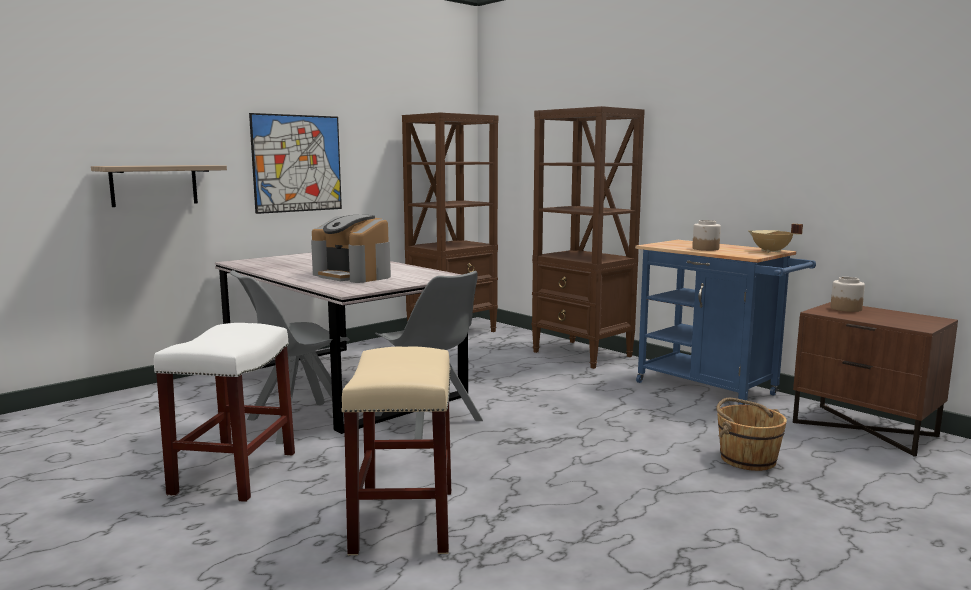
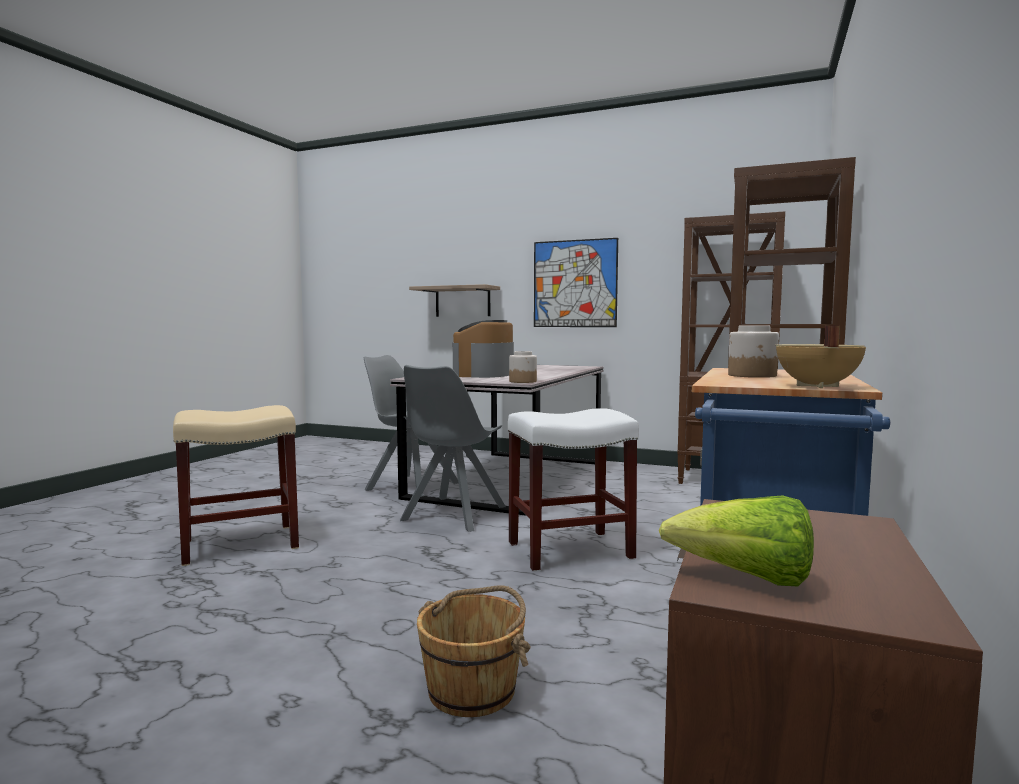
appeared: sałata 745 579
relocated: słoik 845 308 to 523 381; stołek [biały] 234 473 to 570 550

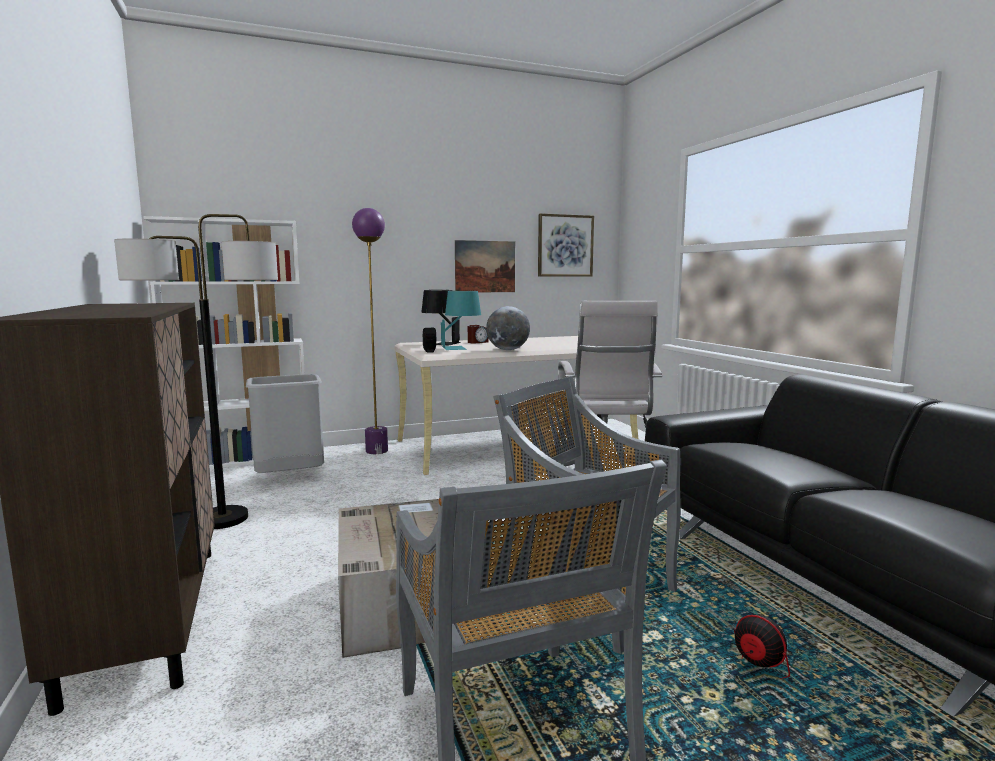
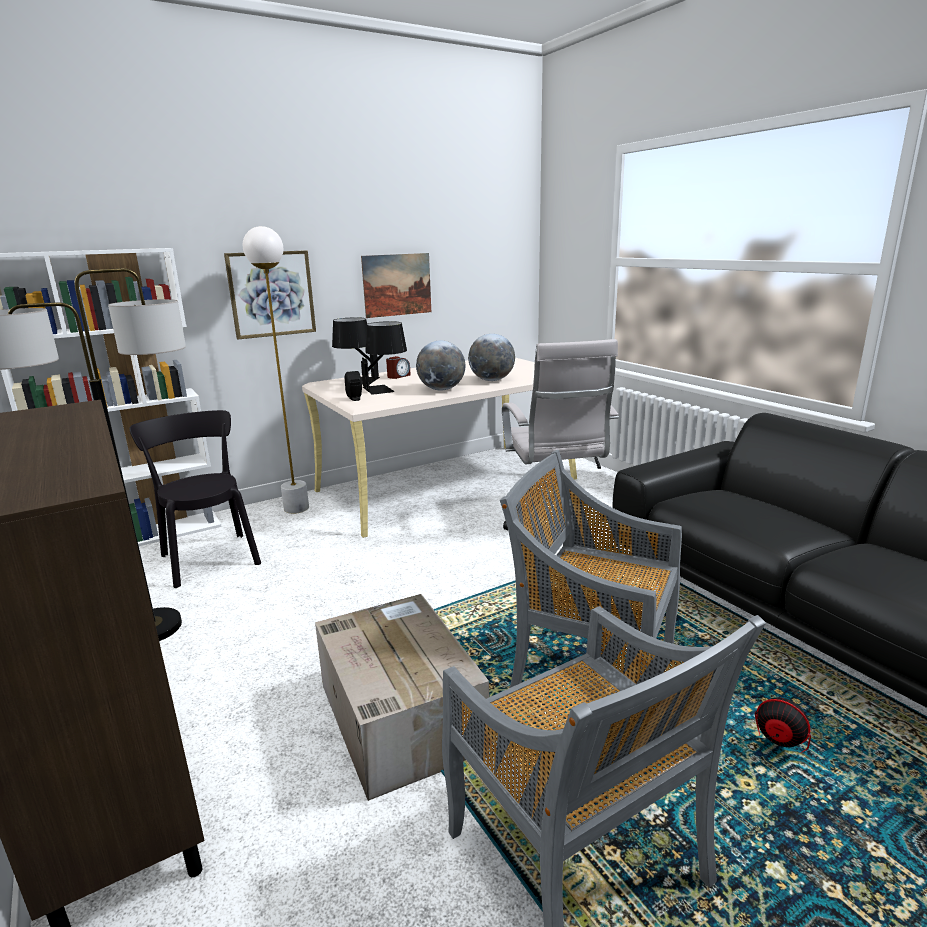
appeared: globus 491 380
relocated: obraz 565 246 to 271 294
exchanged: kosz na śmieci [szary] 290 477 to krzesło [czarny] 209 557
colour: lampa stojąca [fioletowy] 376 451 to lampa stojąca [biały] 296 508; lampa stołowa [turkusowy] 461 347 to lampa stołowa [czarny] 386 388

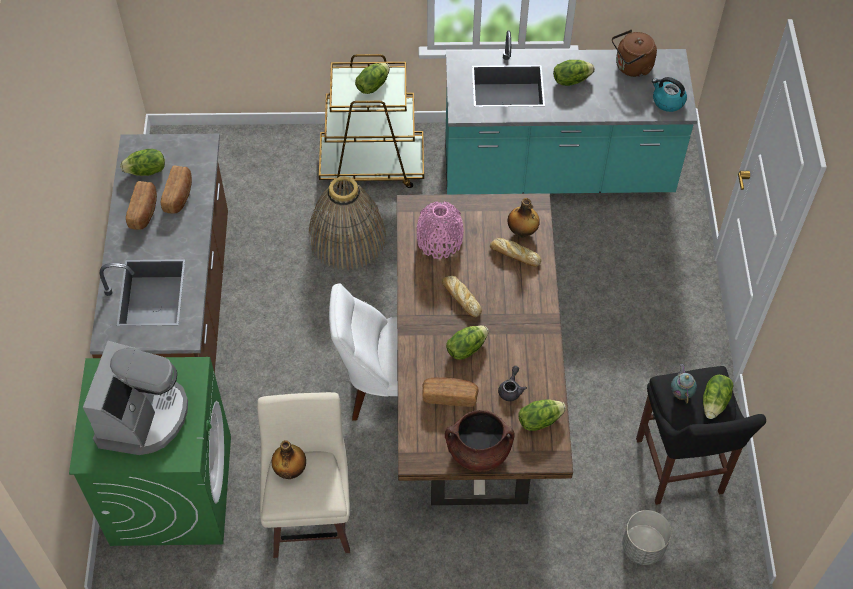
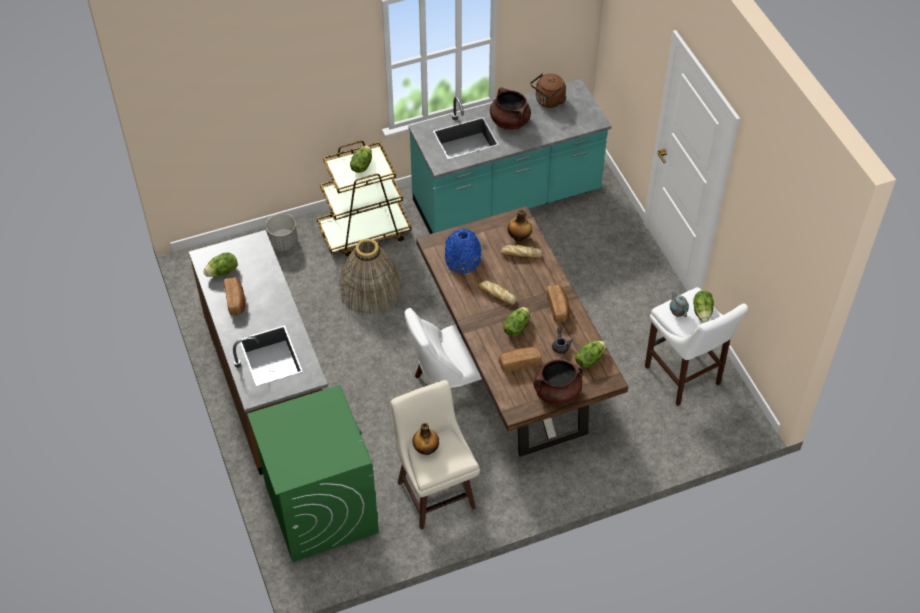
missing: czajnik 667 101; ekspres do kawy 143 416
relocated: chleb 179 196 to 558 308; donica [szary] 643 547 to 283 243
exchanged: sałata 571 80 to garnek [brązowy] 509 121
colour: wazon [różowy] 439 240 to wazon [niebieski] 462 260; stołek [czarny] 680 470 to stołek [biały] 684 378

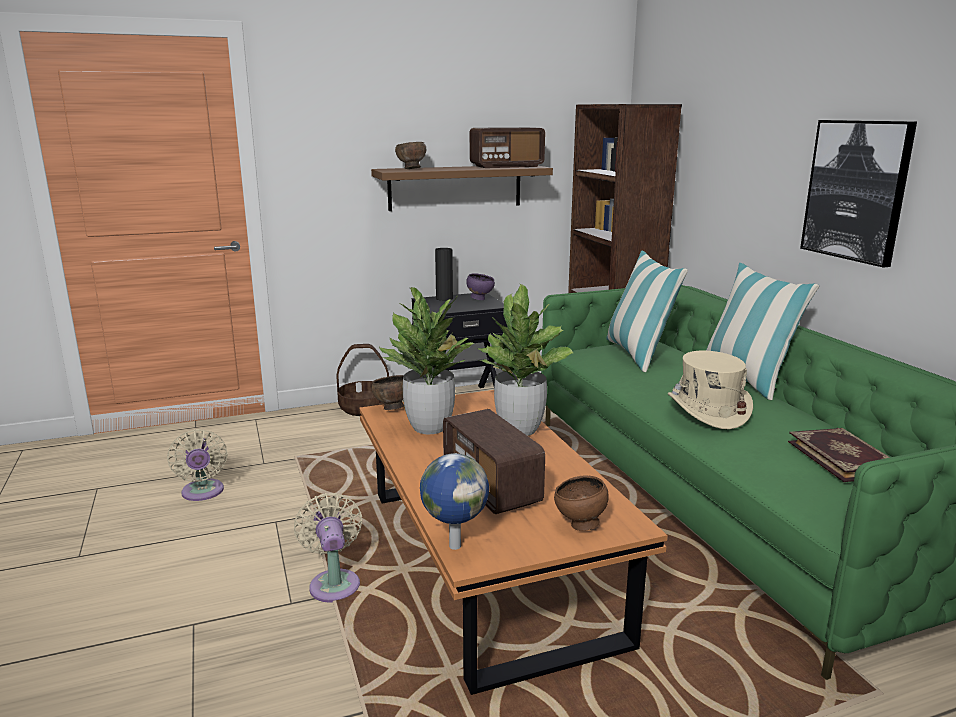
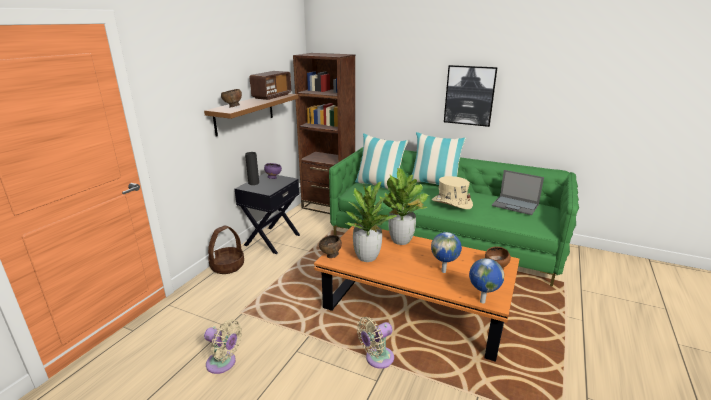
exchanged: radio 491 488 to globus 444 271; książka 844 458 to laptop 515 205
spun: wentylator [beżowy] 334 582 = 377 359 60 degrees counterclockwise

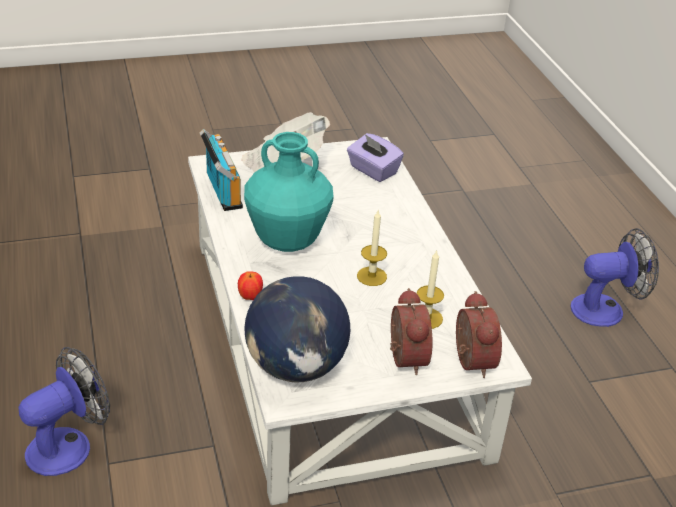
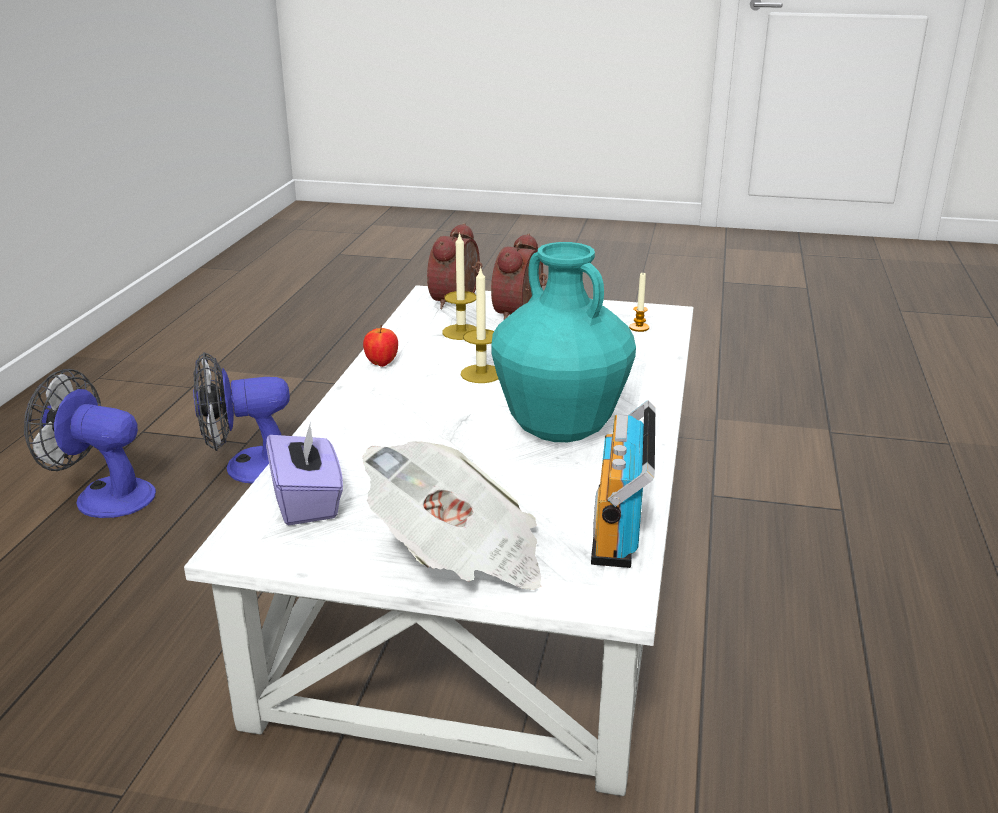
relocated: jabłko 250 297 to 381 363; wentylator 69 445 to 248 467
exchanged: globus 296 367 to świeca 639 328

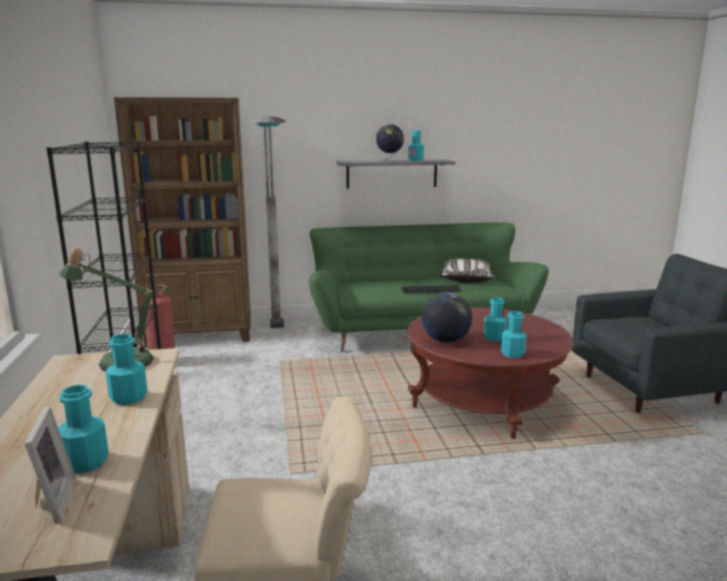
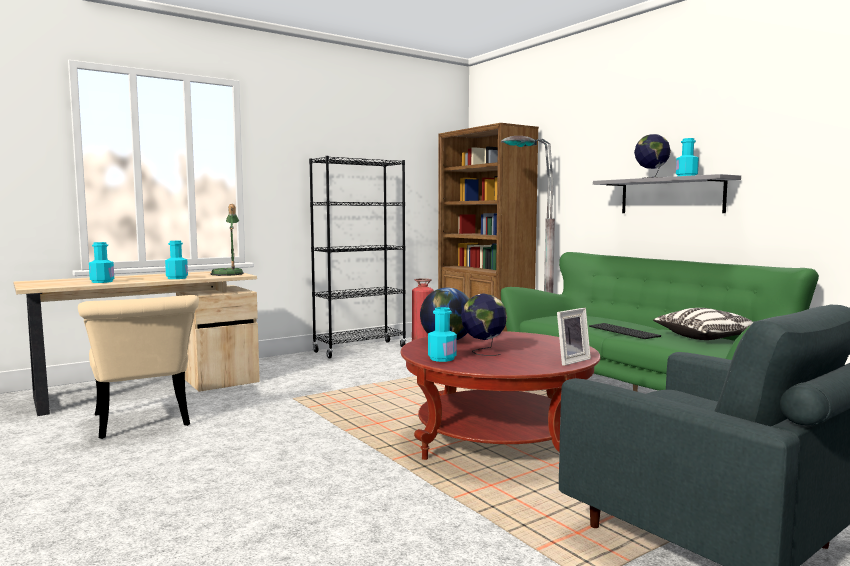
relocated: ramka na zdjęcie 51 503 to 569 361
exchanged: butelka [turkusowy] 494 337 to globus 483 351

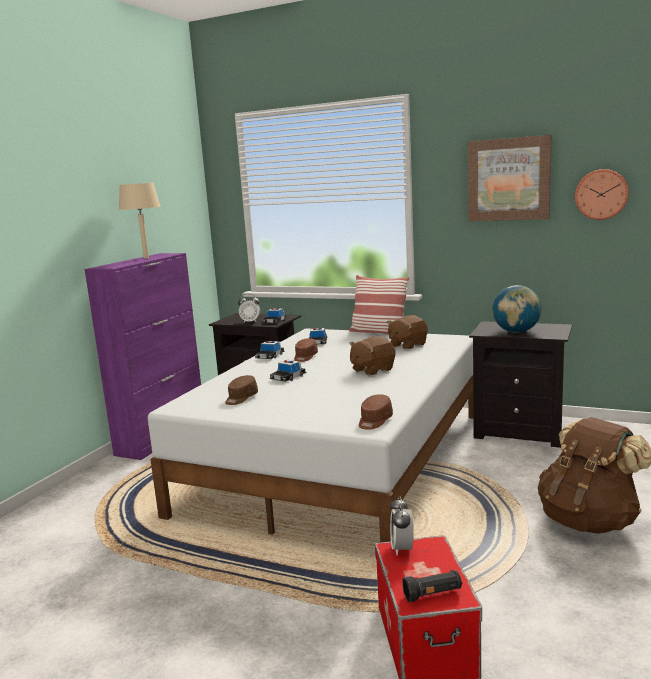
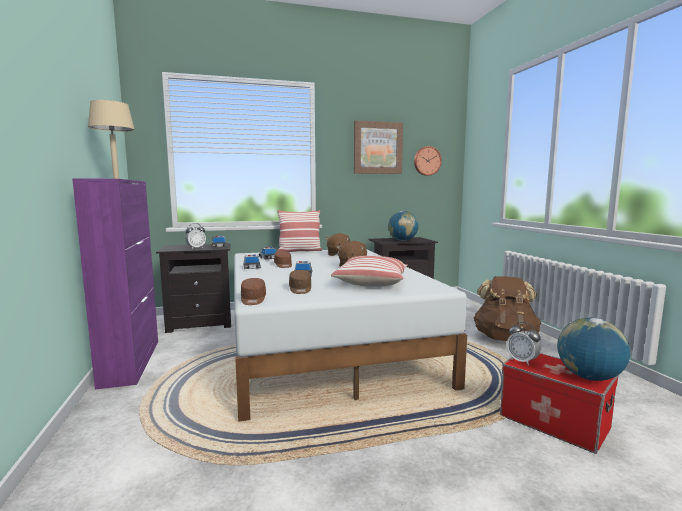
appeared: poduszka 371 282
relocated: czapka z daszkiem [brązowy] 374 421 to 253 299
exchanged: latarka [czarny] 433 594 to globus 588 377

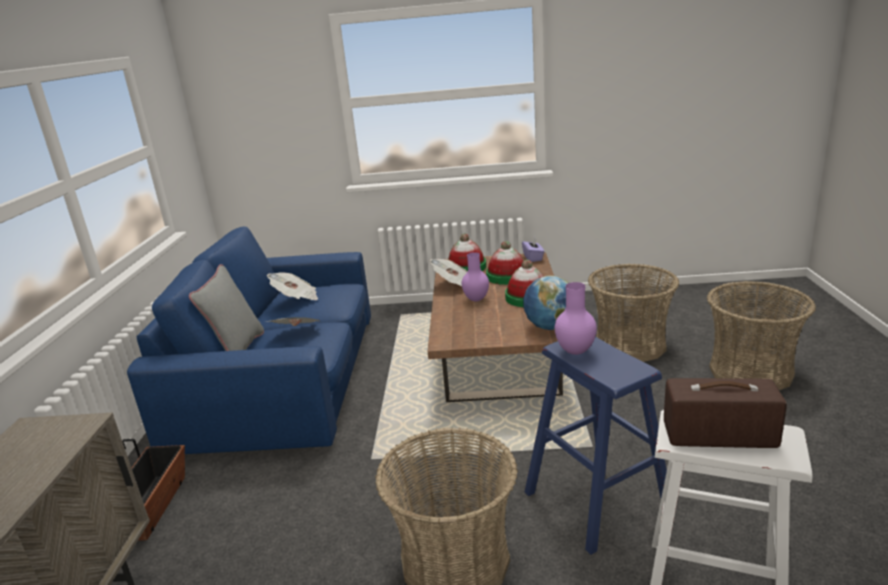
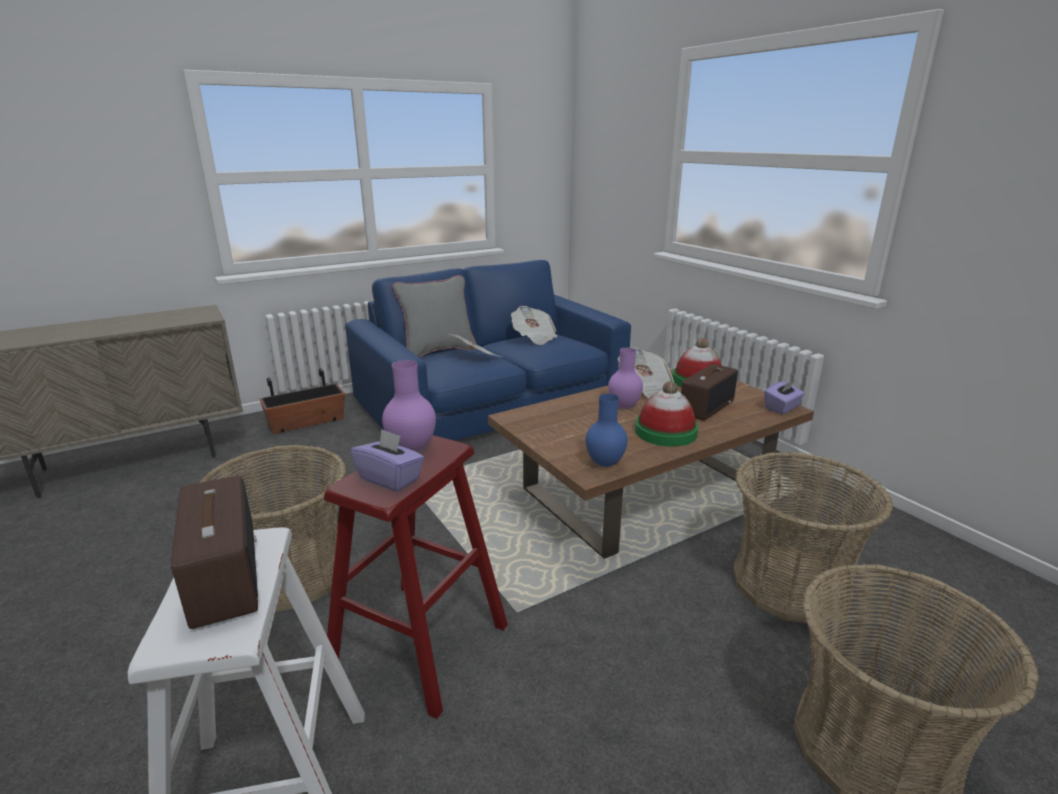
appeared: pudełko chusteczek [fioletowy] 390 478
exchanged: kapelusz 507 276 to radio 706 407; globus 550 327 to wazon [niebieski] 604 463
colour: stołek [niebieski] 597 500 to stołek [czerwony] 419 644

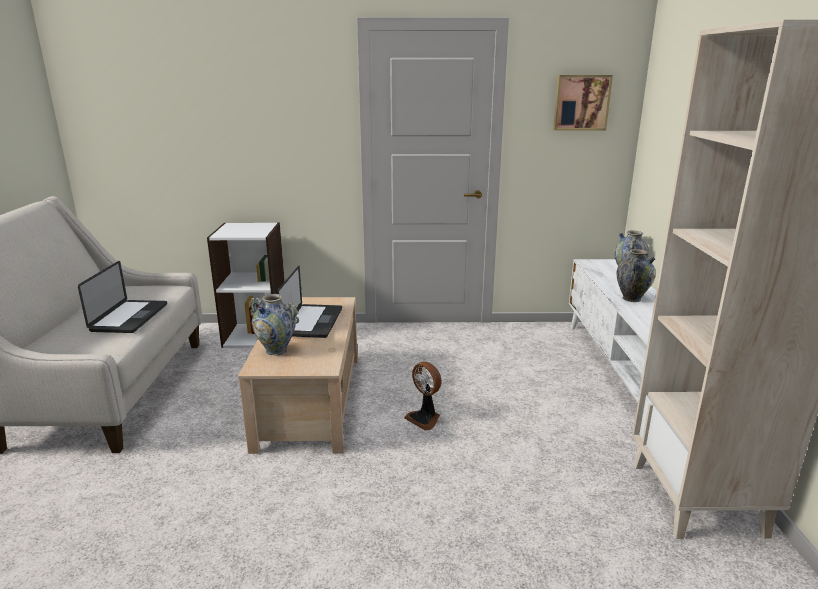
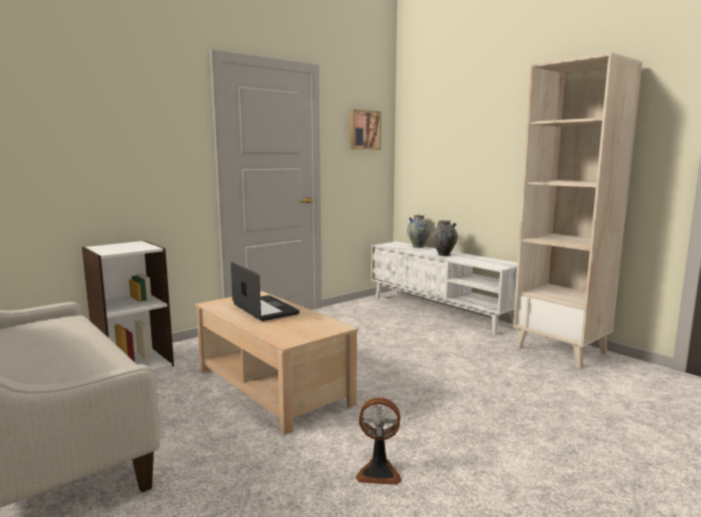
missing: laptop 129 317; wazon 276 351
relocated: wentylator 424 418 to 379 472

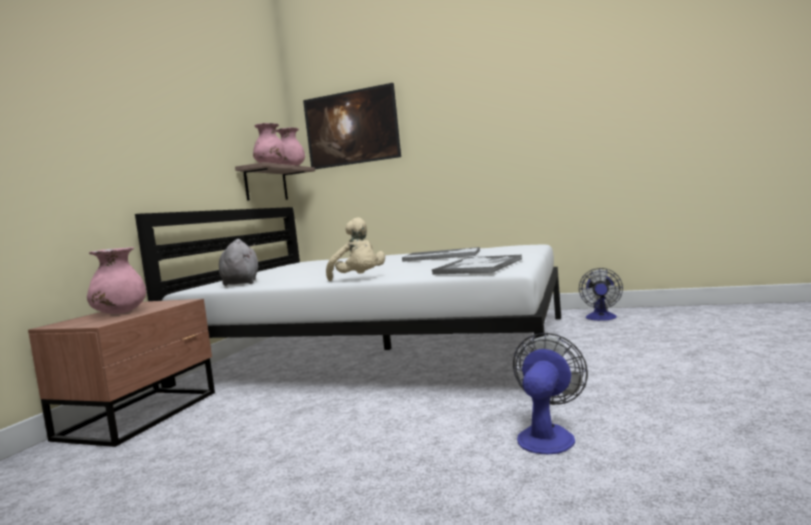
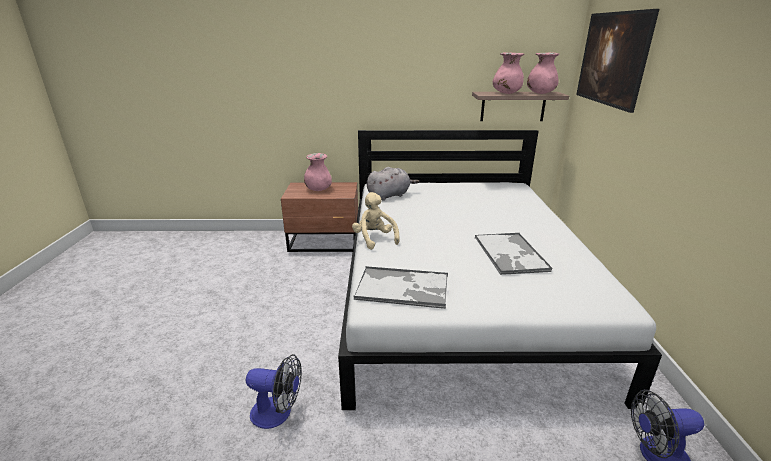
spun: pluszak [beżowy] 359 279 = 374 239 120 degrees clockwise

